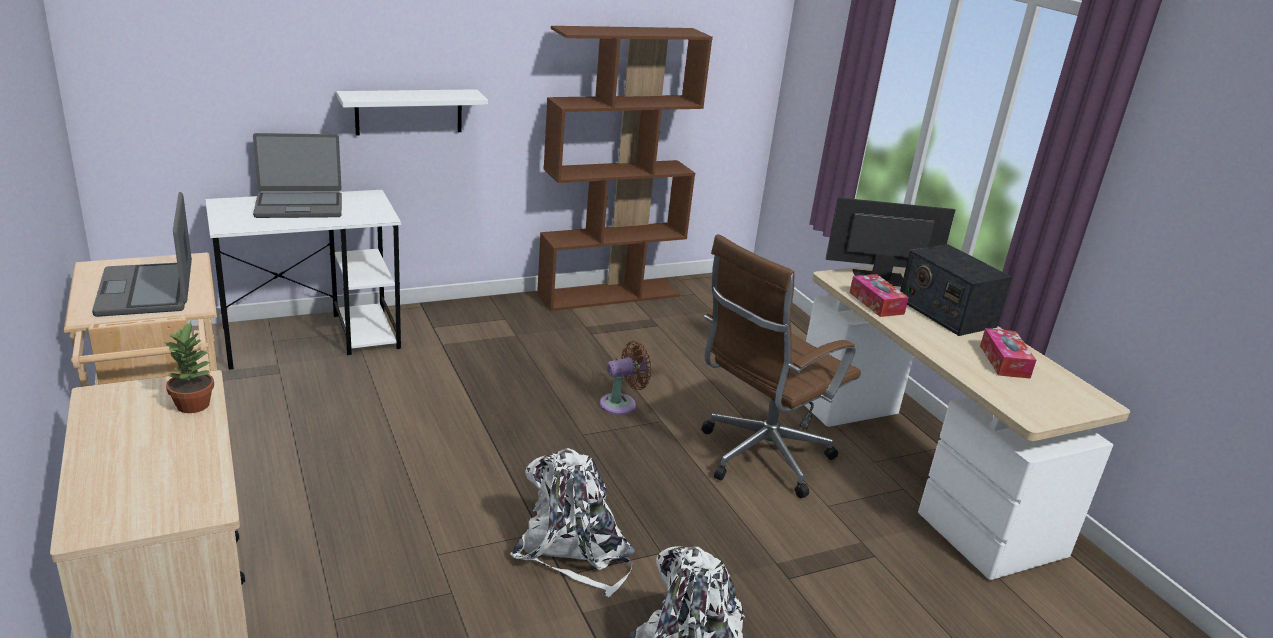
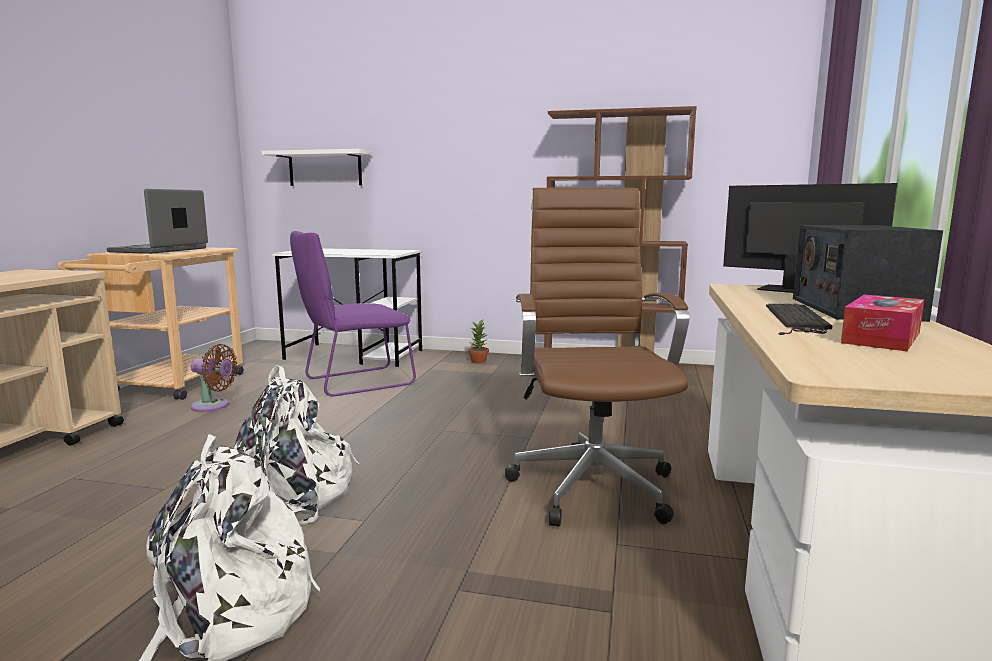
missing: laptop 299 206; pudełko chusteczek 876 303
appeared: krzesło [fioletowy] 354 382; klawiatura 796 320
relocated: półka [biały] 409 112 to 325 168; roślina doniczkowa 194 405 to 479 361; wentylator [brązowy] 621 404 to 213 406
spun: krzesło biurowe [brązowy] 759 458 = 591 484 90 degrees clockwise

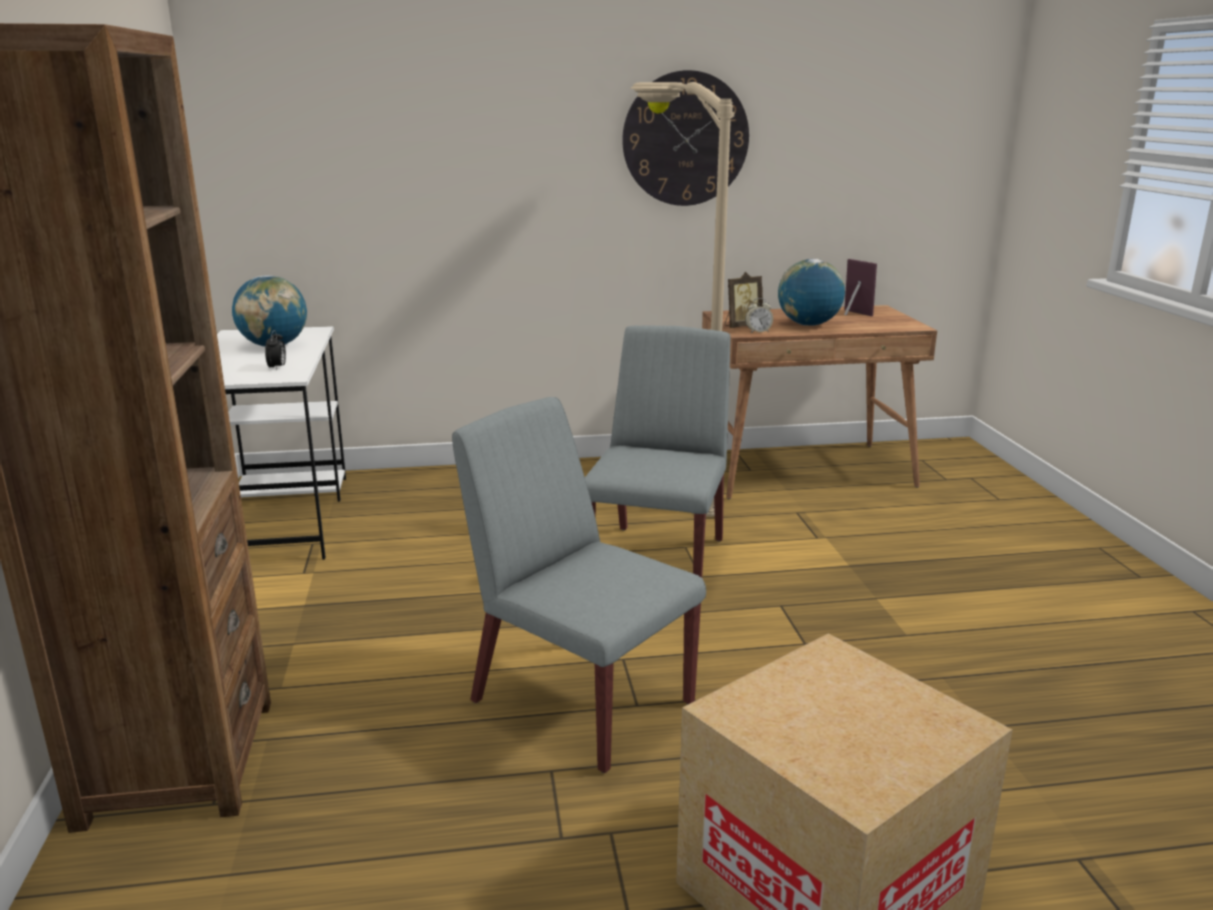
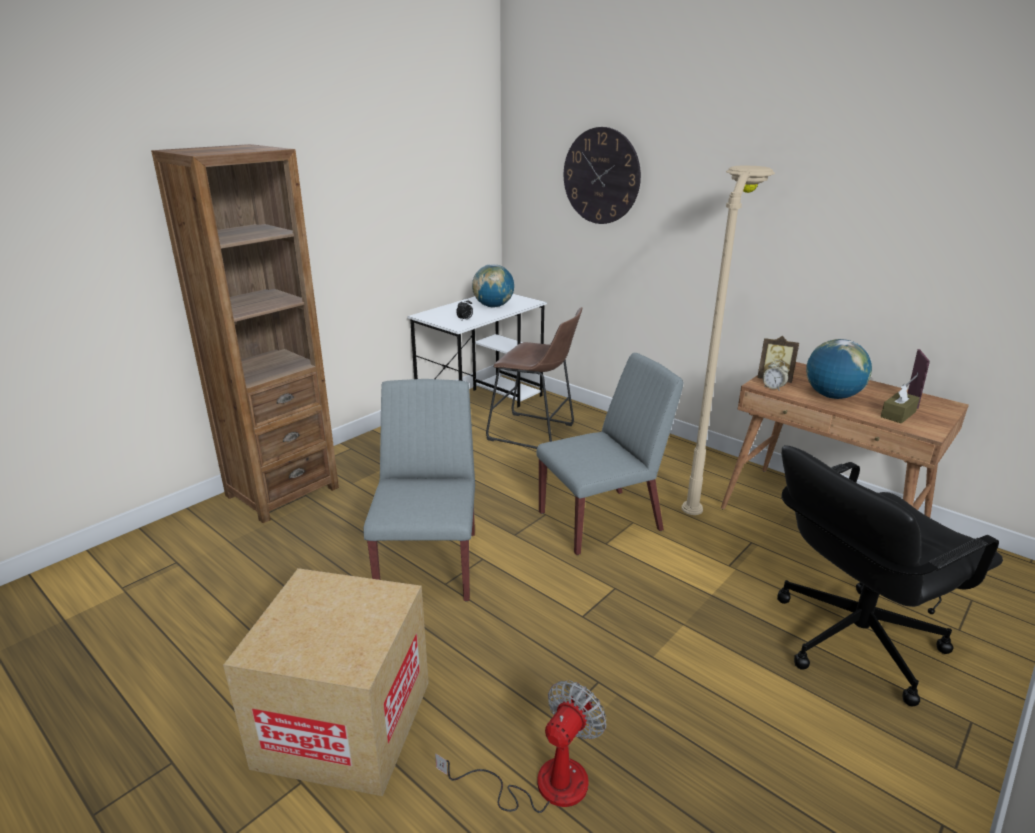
appeared: stołek [brązowy] 535 433; pudełko chusteczek [brązowy] 898 414; krzesło biurowe [czarny] 853 639; wentylator 542 783
relocated: zegar ścienny 685 139 to 601 176

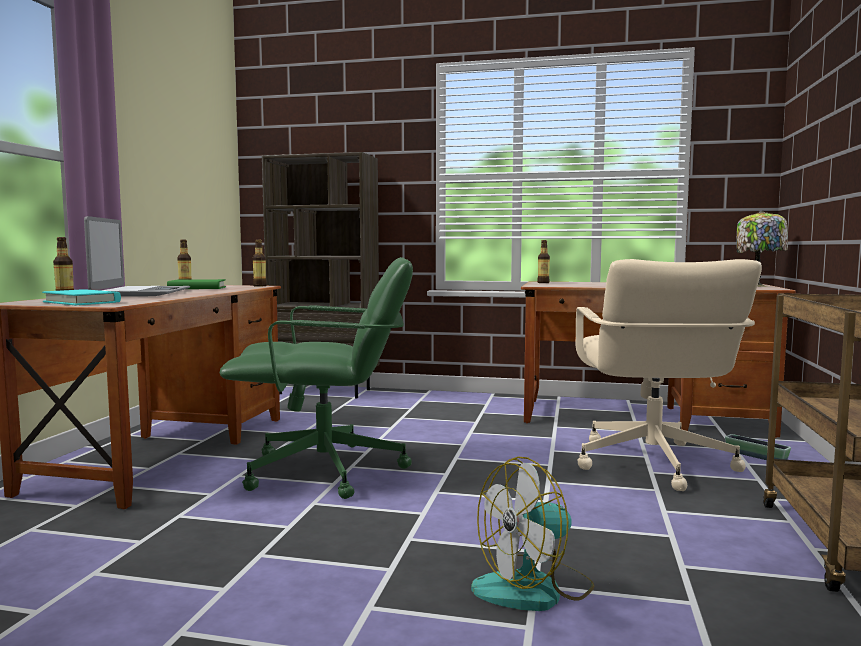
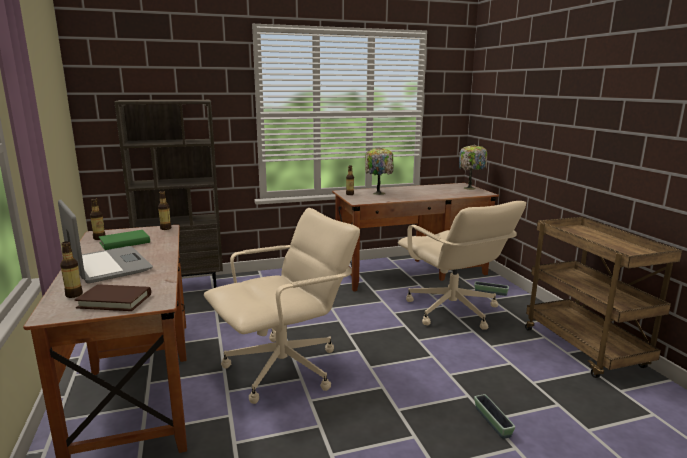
appeared: lampa stołowa 378 193
exchanged: wentylator 534 588 to donica 492 422
colour: krzesło biurowe [zielony] 327 471 to krzesło biurowe [beżowy] 284 369; książka [turkusowy] 82 302 to książka [brązowy] 115 301

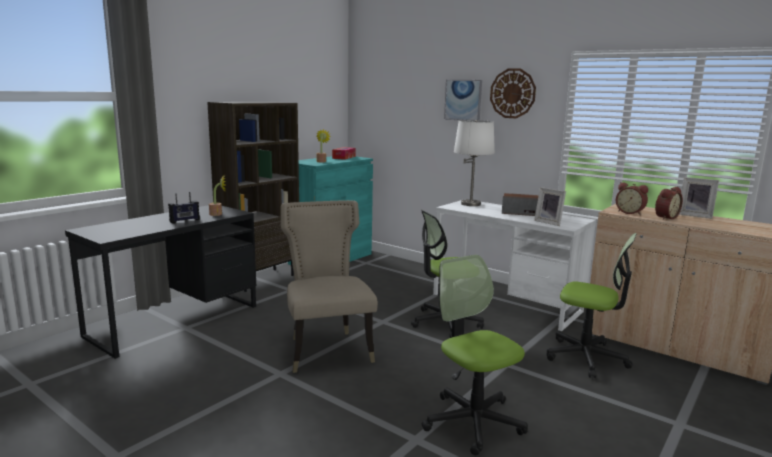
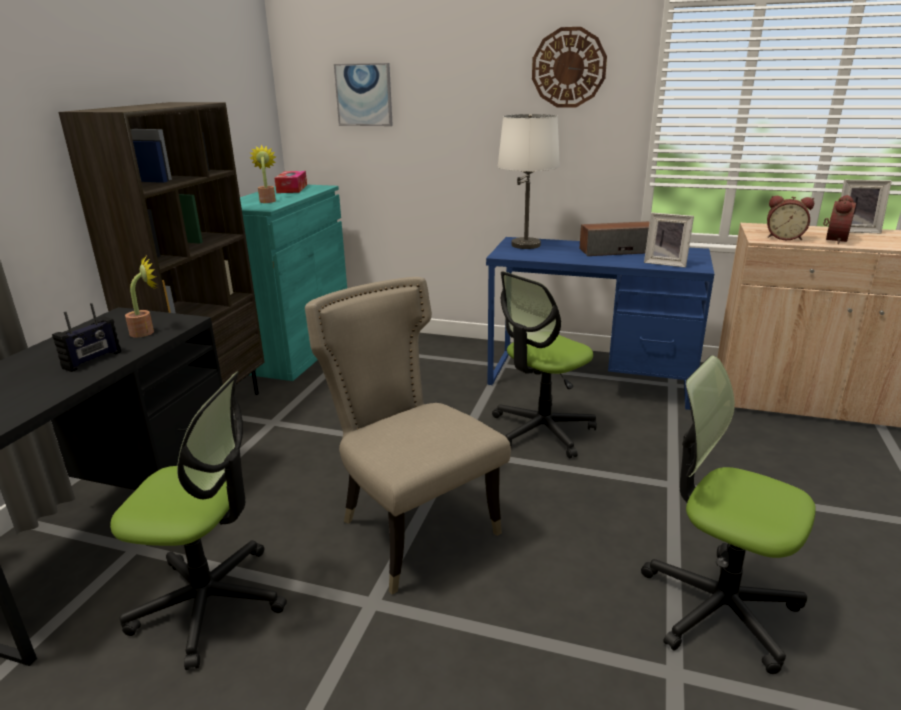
relocated: obraz 463 100 to 364 95; krzesło biurowe 586 357 to 210 602
colour: biurko [biały] 506 303 to biurko [niebieski] 589 378

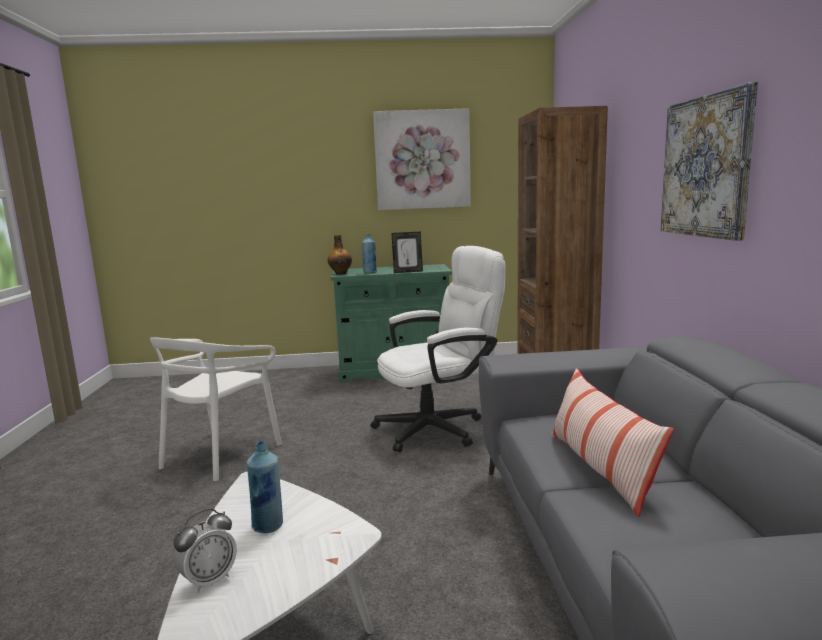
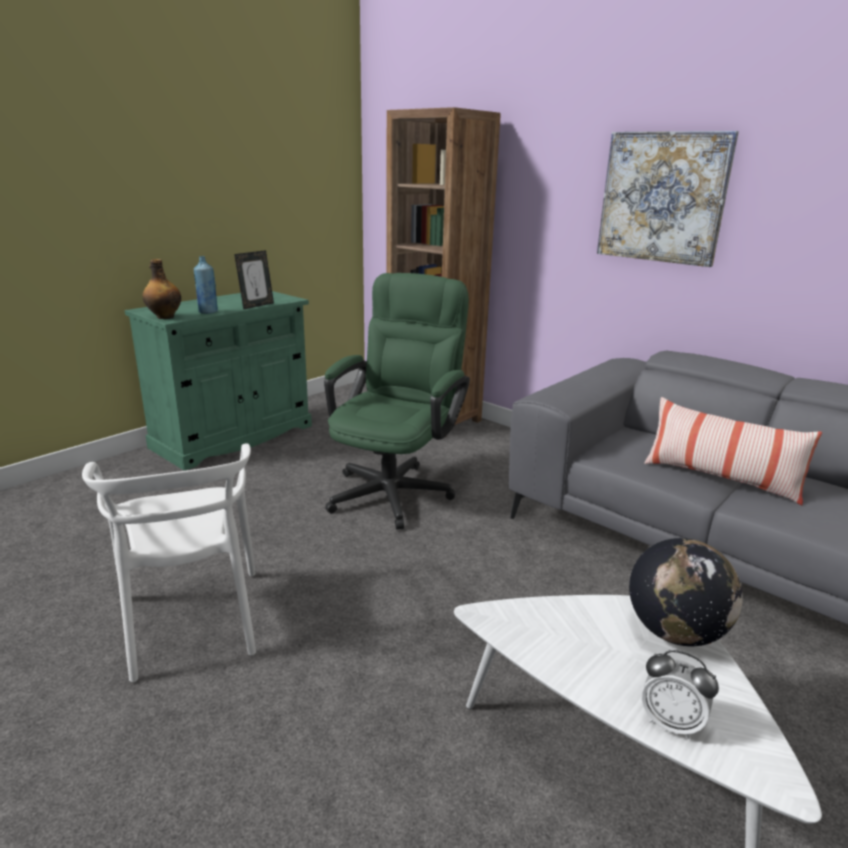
missing: obraz 422 160; butelka [niebieski] 268 526
appeared: globus 675 632
colour: krzesło biurowe [biały] 439 428 to krzesło biurowe [zielony] 395 488
spun: budzik 209 580 = 670 723 120 degrees clockwise

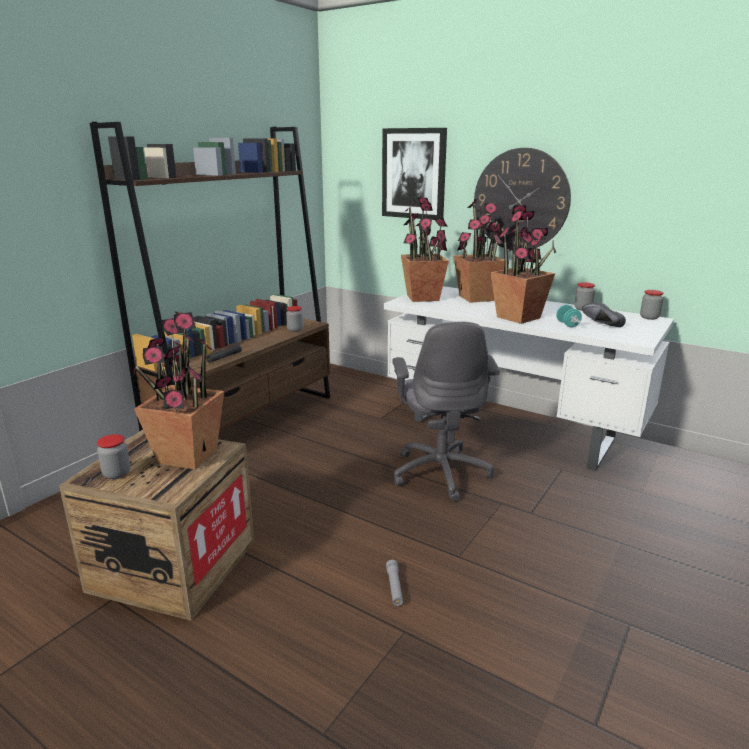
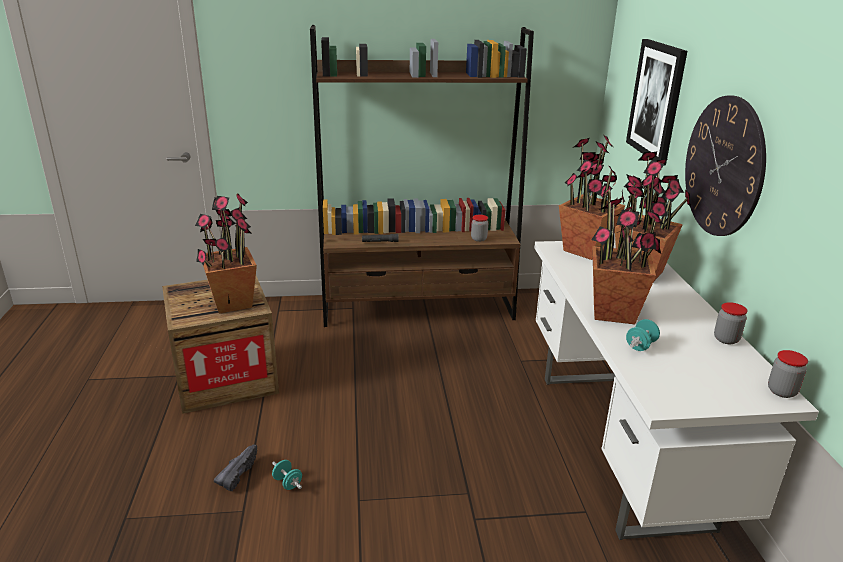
missing: krzesło biurowe [szary] 441 472; słoik 117 474
relocated: but [czarny] 599 323 to 237 473
exchanged: latarka [szary] 394 587 to hantel [turkusowy] 287 483

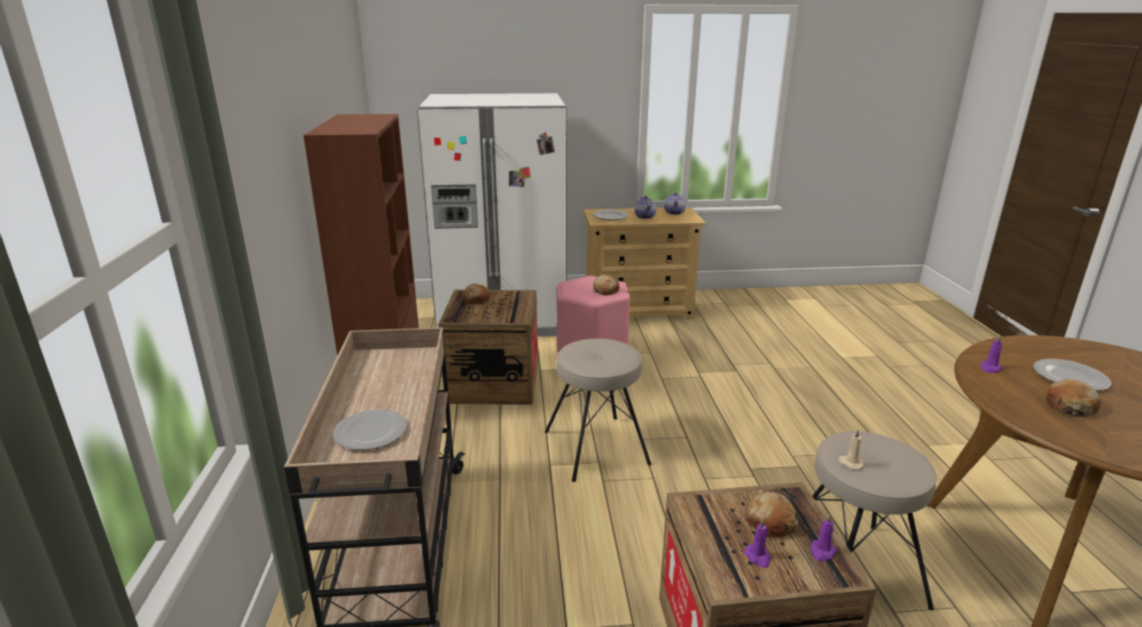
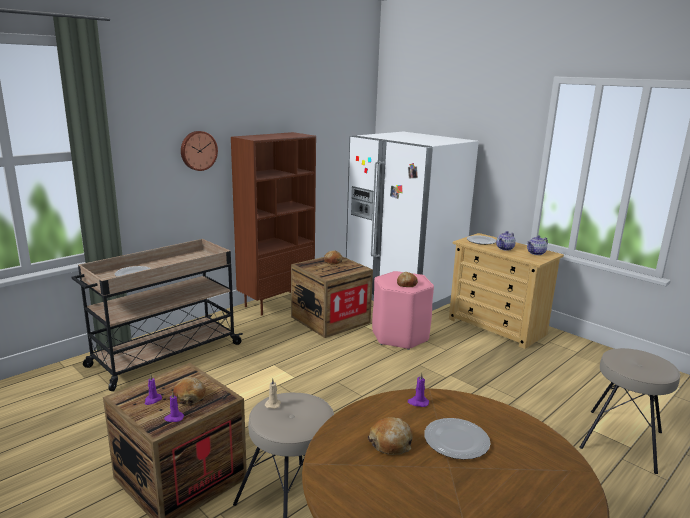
appeared: zegar ścienny 198 150
relocated: stołek [beżowy] 597 447 to 622 440

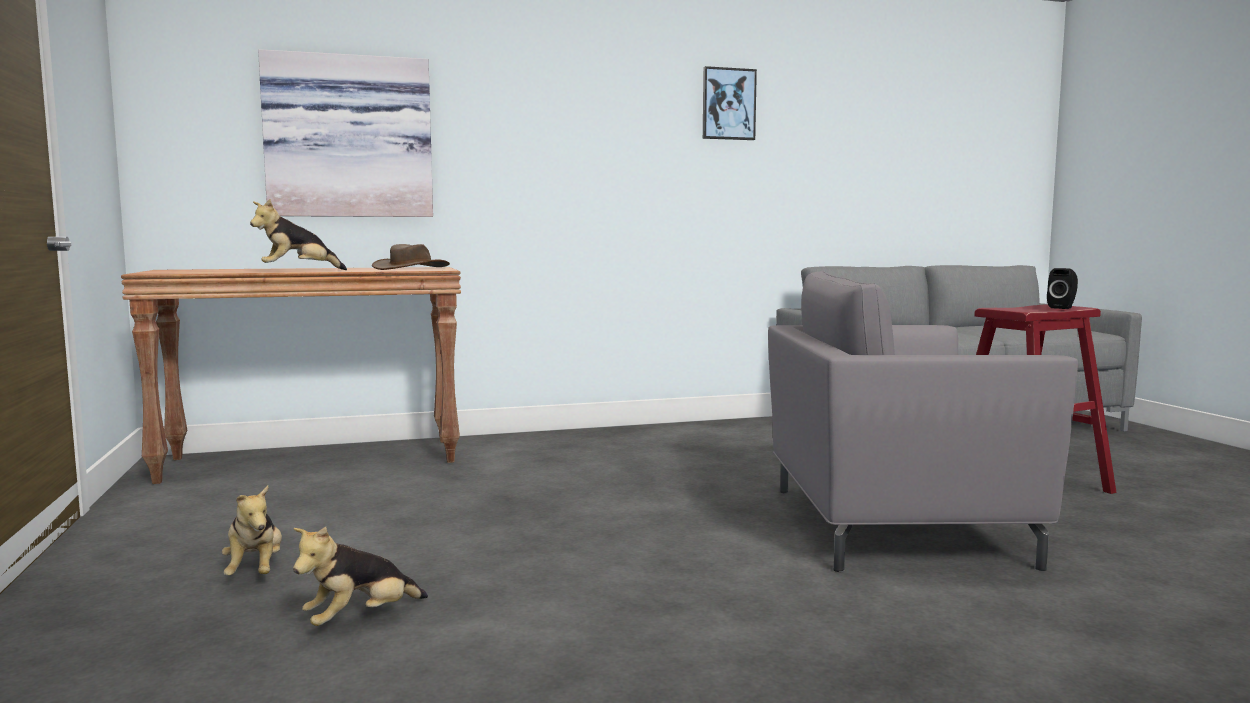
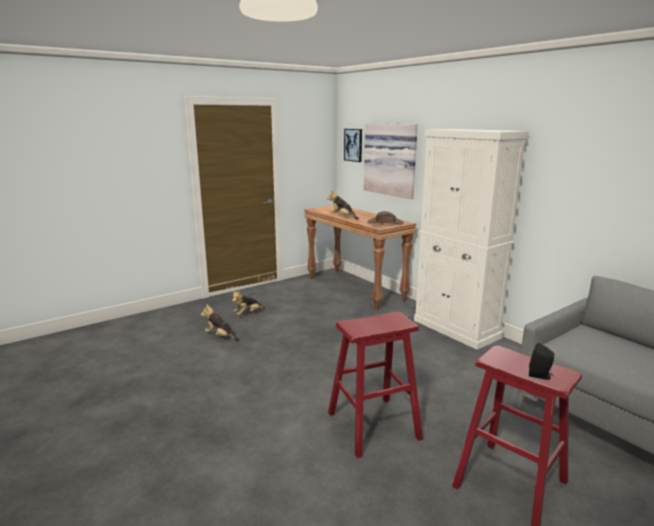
appeared: szafka [biały] 456 329
relocated: obraz 728 104 to 353 145
exchanged: fotel [szary] 889 525 to stołek [czerwony] 373 425

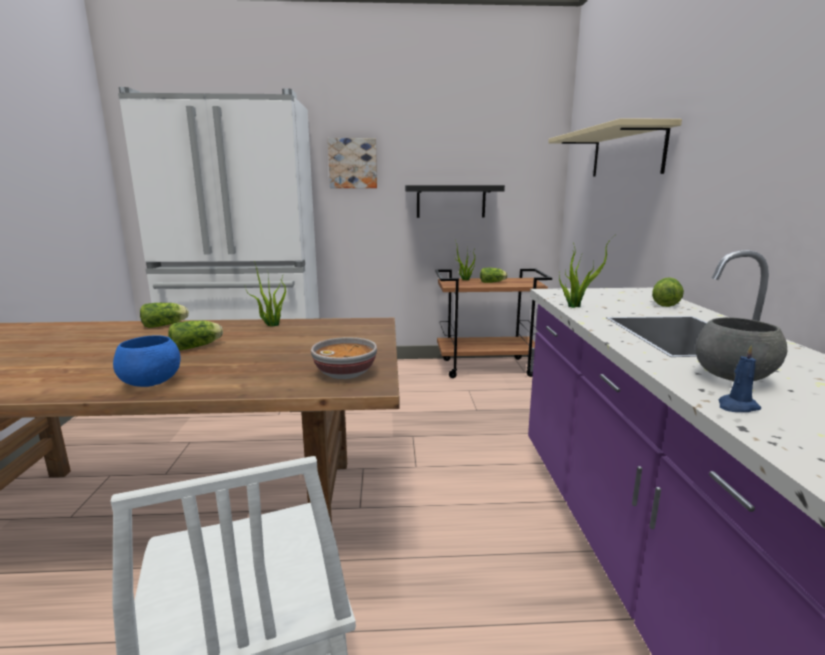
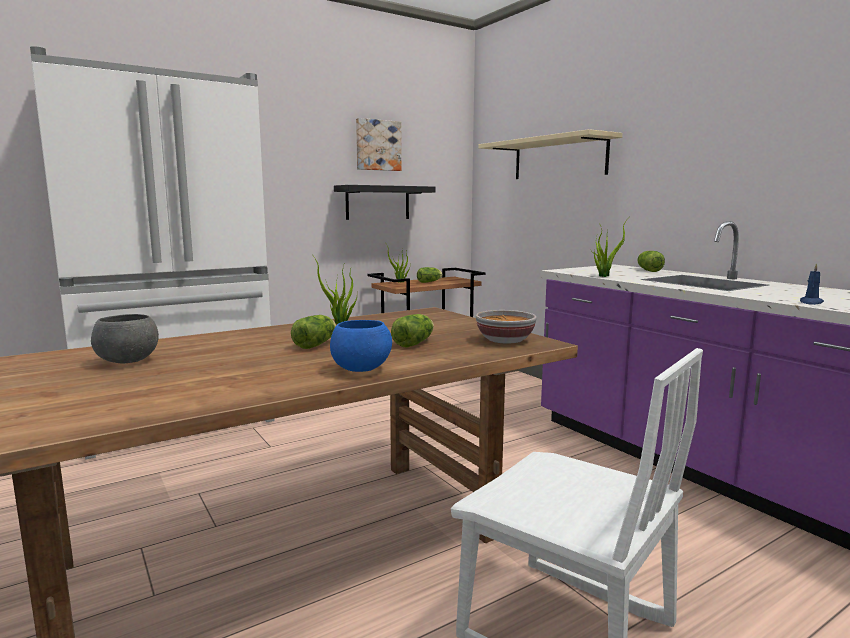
relocated: obraz 353 163 to 377 145; sałata 166 325 to 415 343; miska [szary] 734 378 to 128 362

